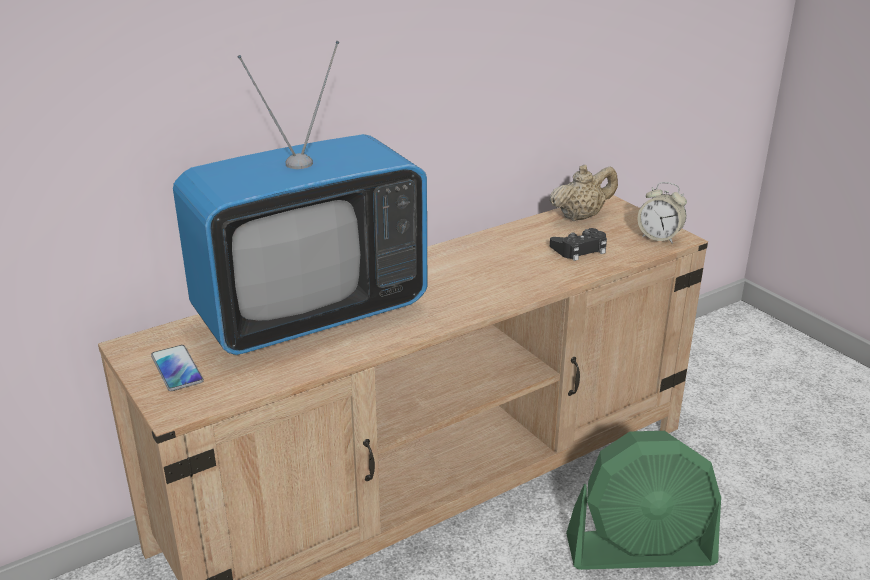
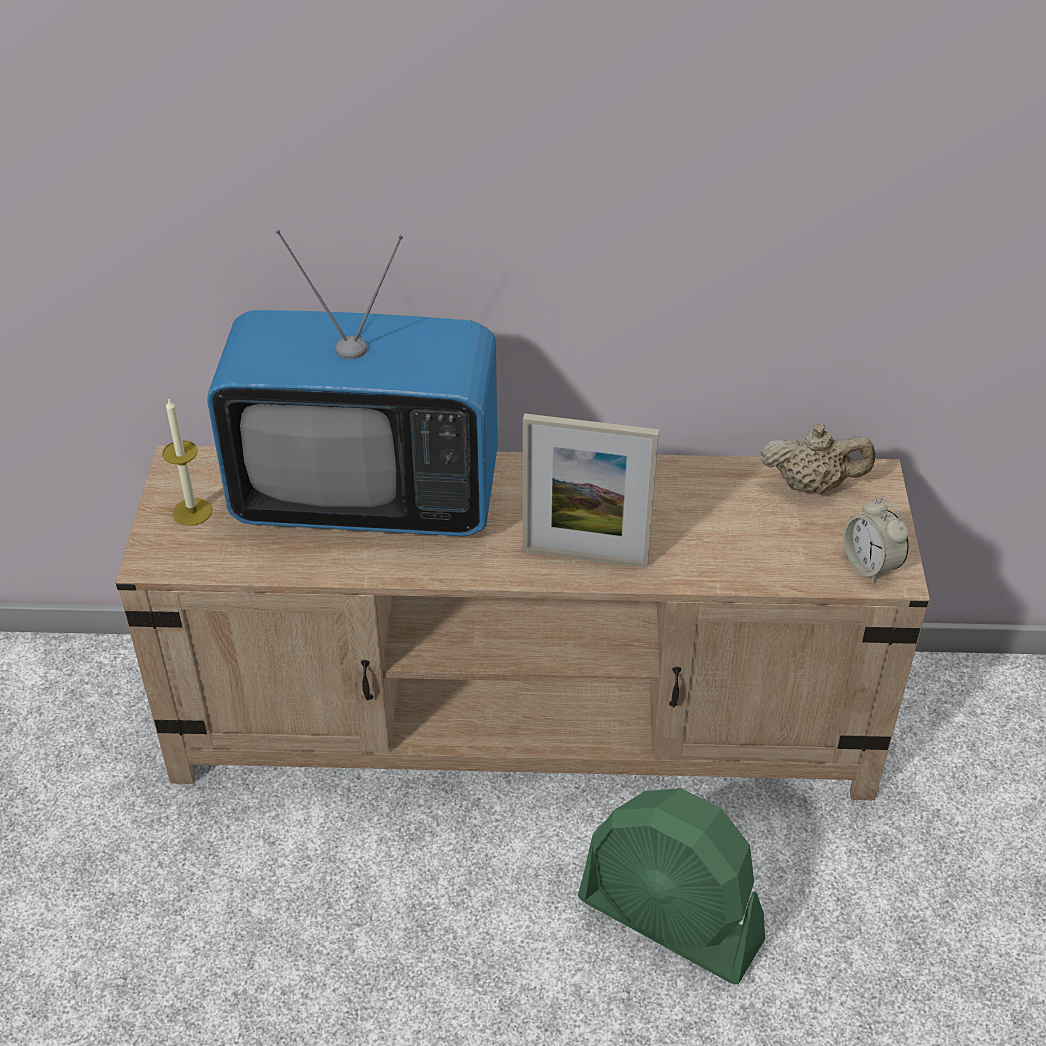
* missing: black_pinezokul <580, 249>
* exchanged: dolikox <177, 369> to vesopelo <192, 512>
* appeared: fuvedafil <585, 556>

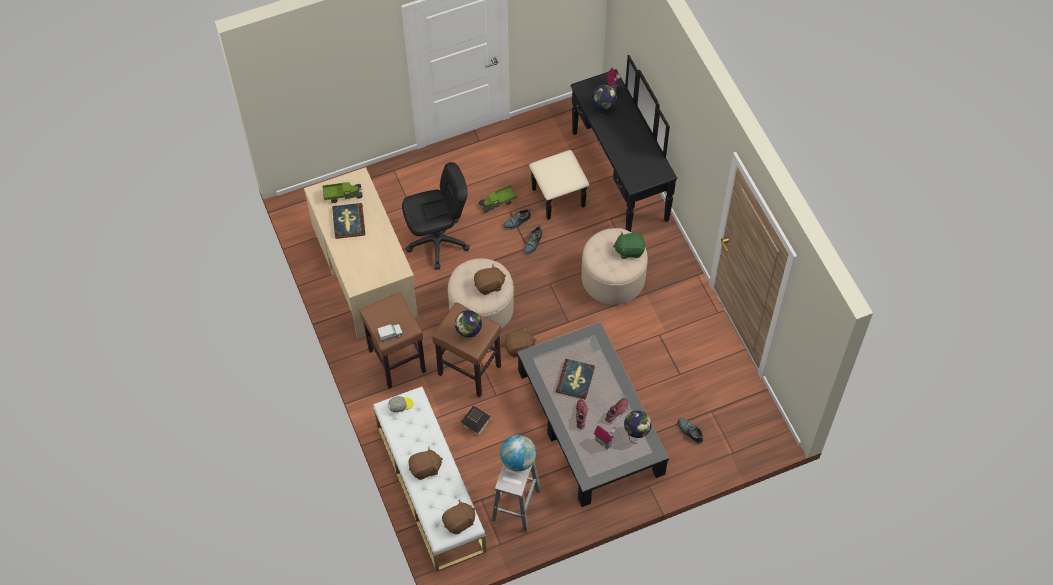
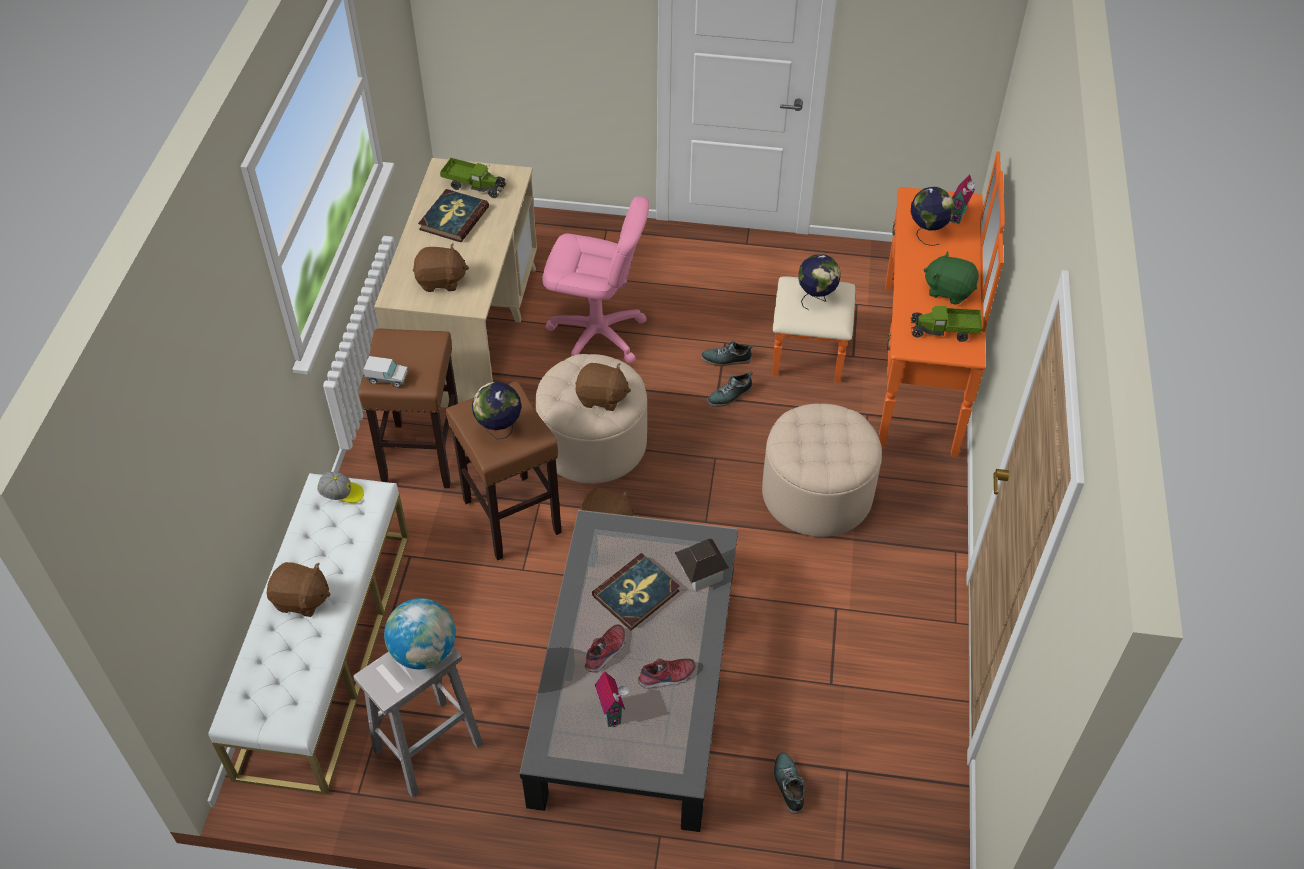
* colour: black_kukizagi <605, 181> to orange_kukizagi <893, 364>
* colour: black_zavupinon <437, 242> to pink_zavupinon <597, 335>
* relocated: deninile <498, 202> to <944, 331>
* relocated: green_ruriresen <629, 250> to <948, 290>
* relocated: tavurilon <476, 424> to <701, 574>
* relocated: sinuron <636, 433> to <816, 299>
* relocated: brown_ruriresen <459, 522> to <441, 281>

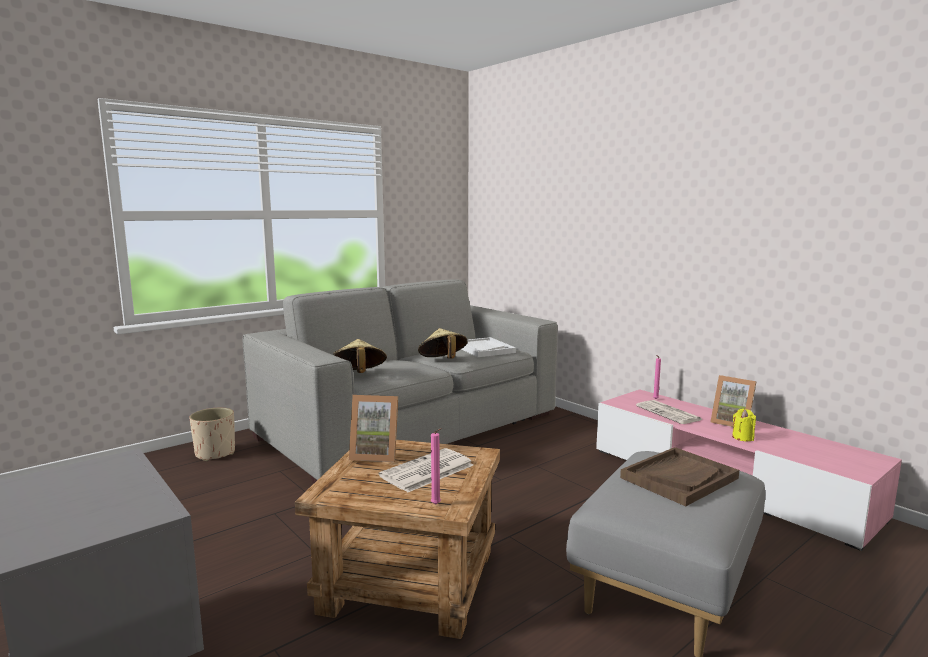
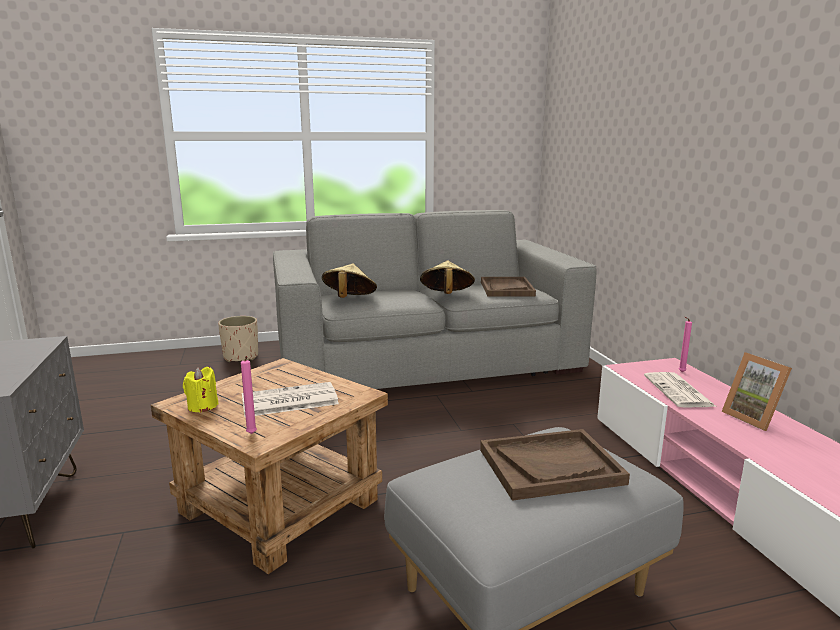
* colour: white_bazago <484, 349> to brown_bazago <506, 289>
* missing: fuvedafil <376, 454>
* relocated: yellow_vesopelo <743, 437> to <202, 406>

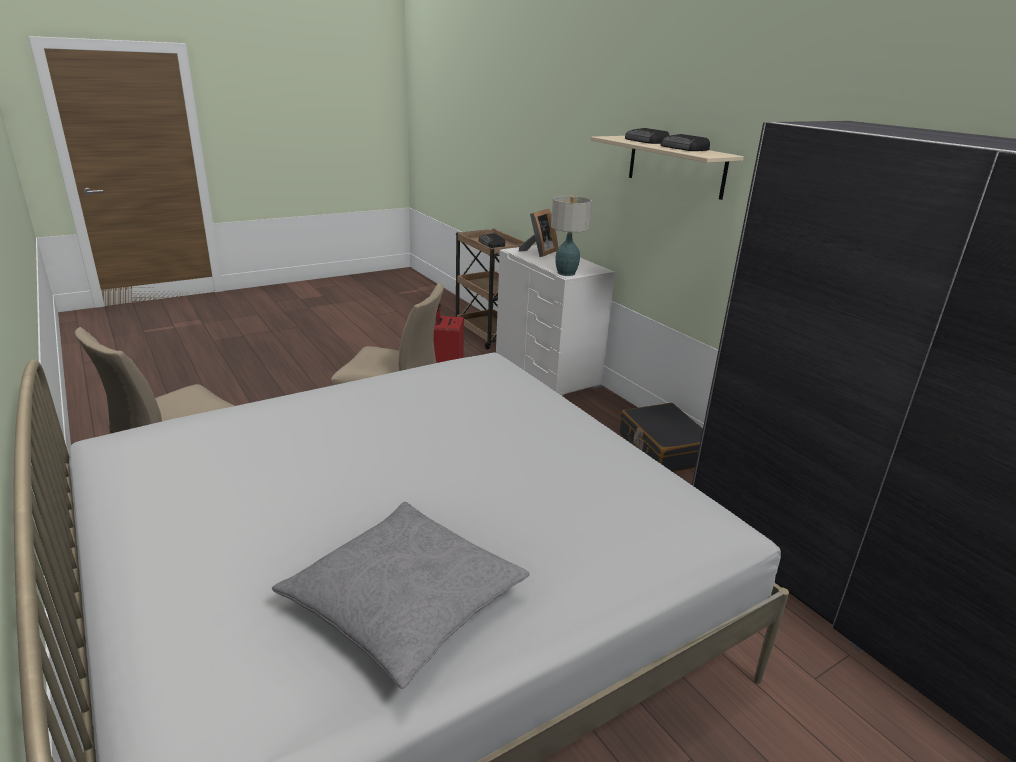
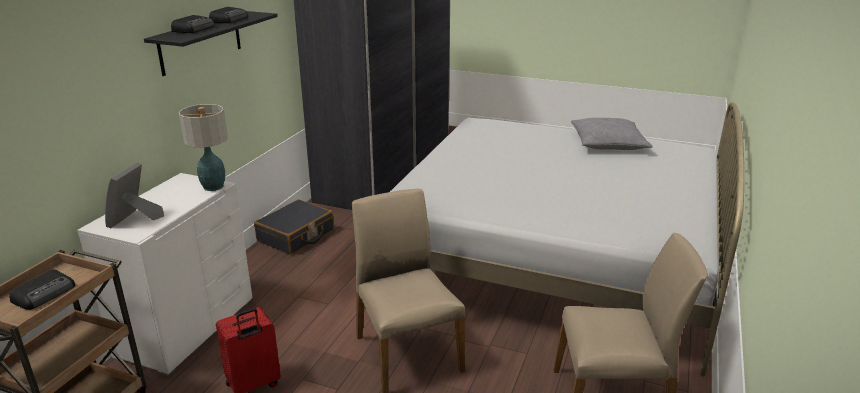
* colour: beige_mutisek <675, 166> to black_mutisek <201, 42>
* spun: fuvedafil <539, 252> = <135, 219> 75 degrees counterclockwise

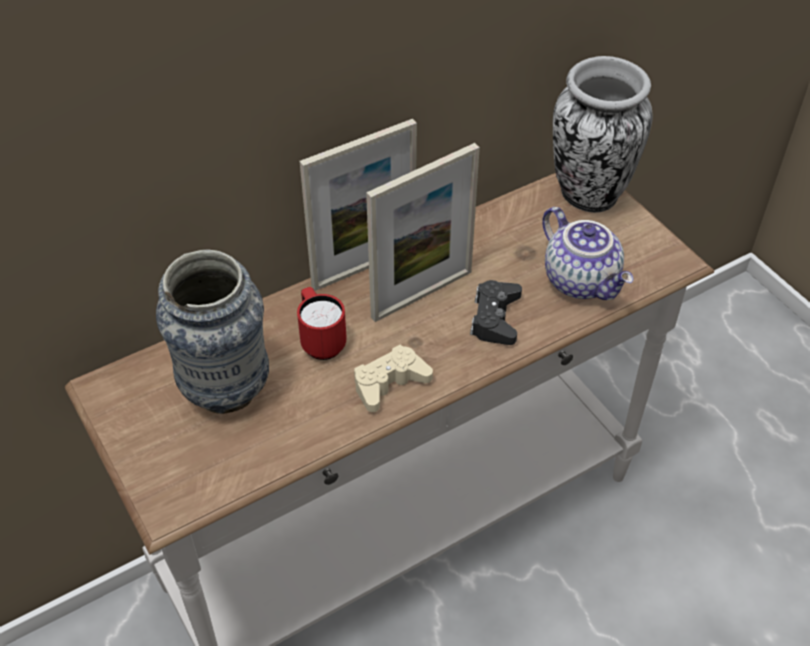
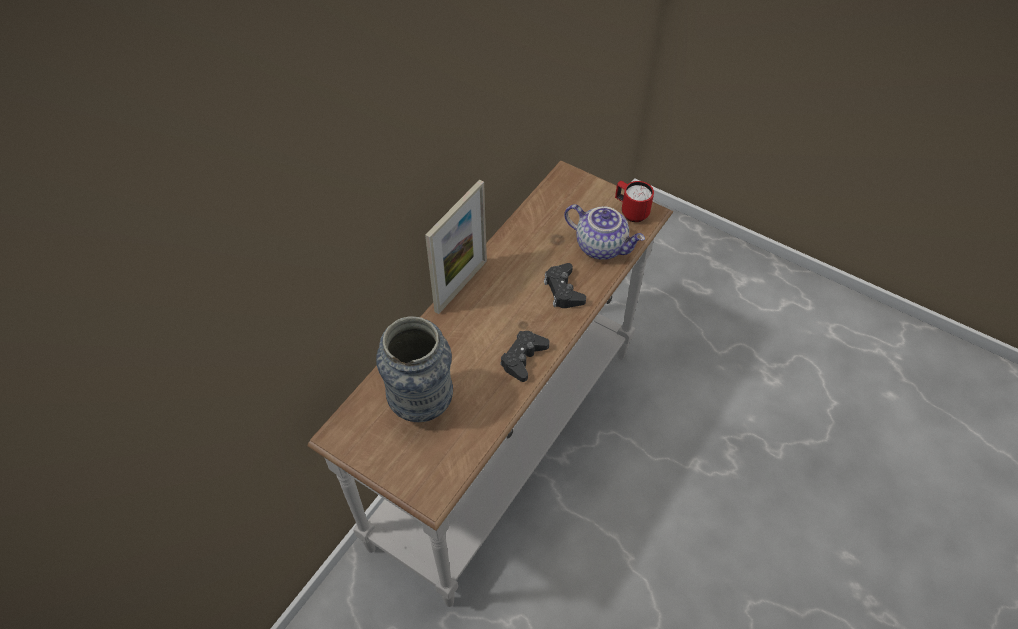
* missing: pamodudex <588, 196>
* missing: fuvedafil <422, 294>
* relocated: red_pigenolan <320, 340> to <630, 212>
* colour: beige_pinezokul <389, 383> to black_pinezokul <523, 358>

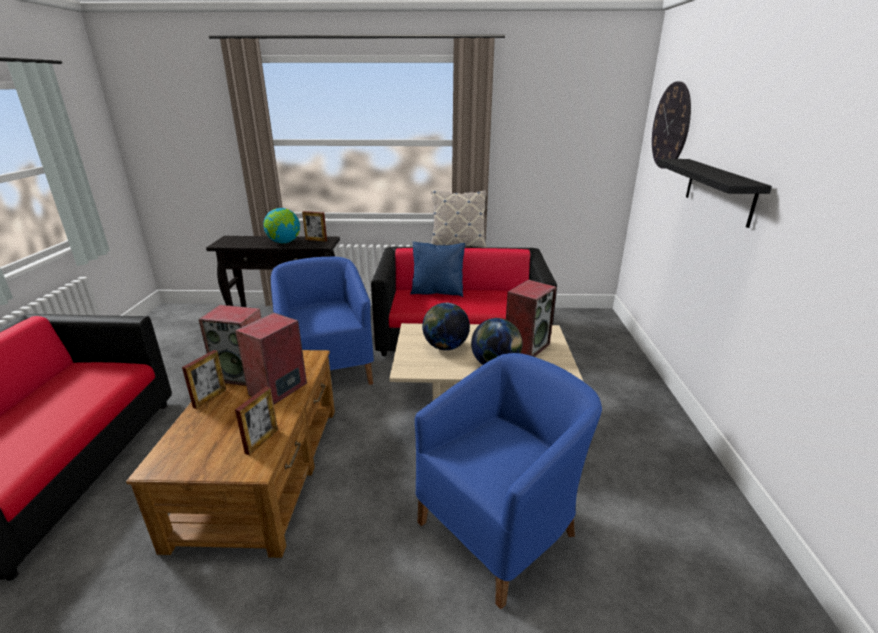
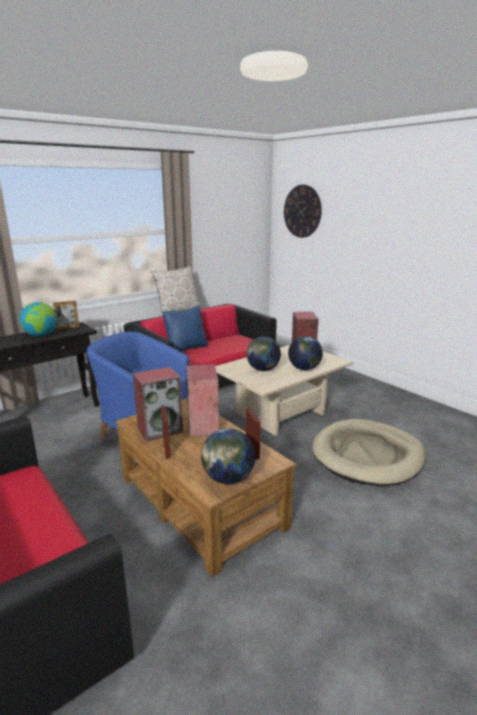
* missing: black_mutisek <719, 190>
* exchanged: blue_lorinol <501, 528> to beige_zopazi <367, 455>
* appeared: sinuron <228, 479>

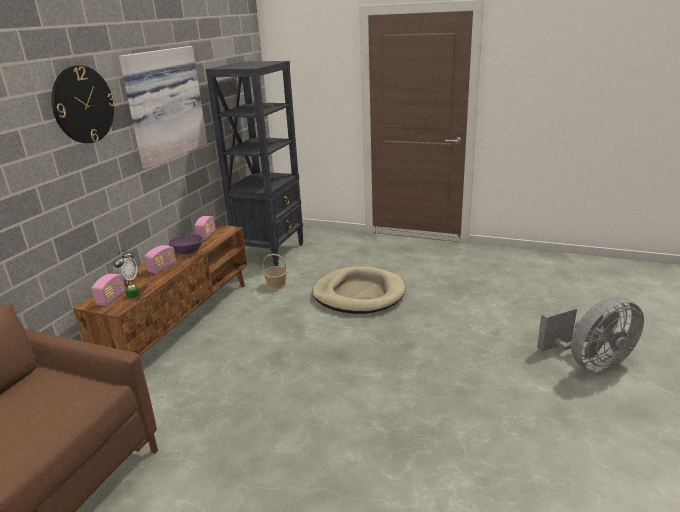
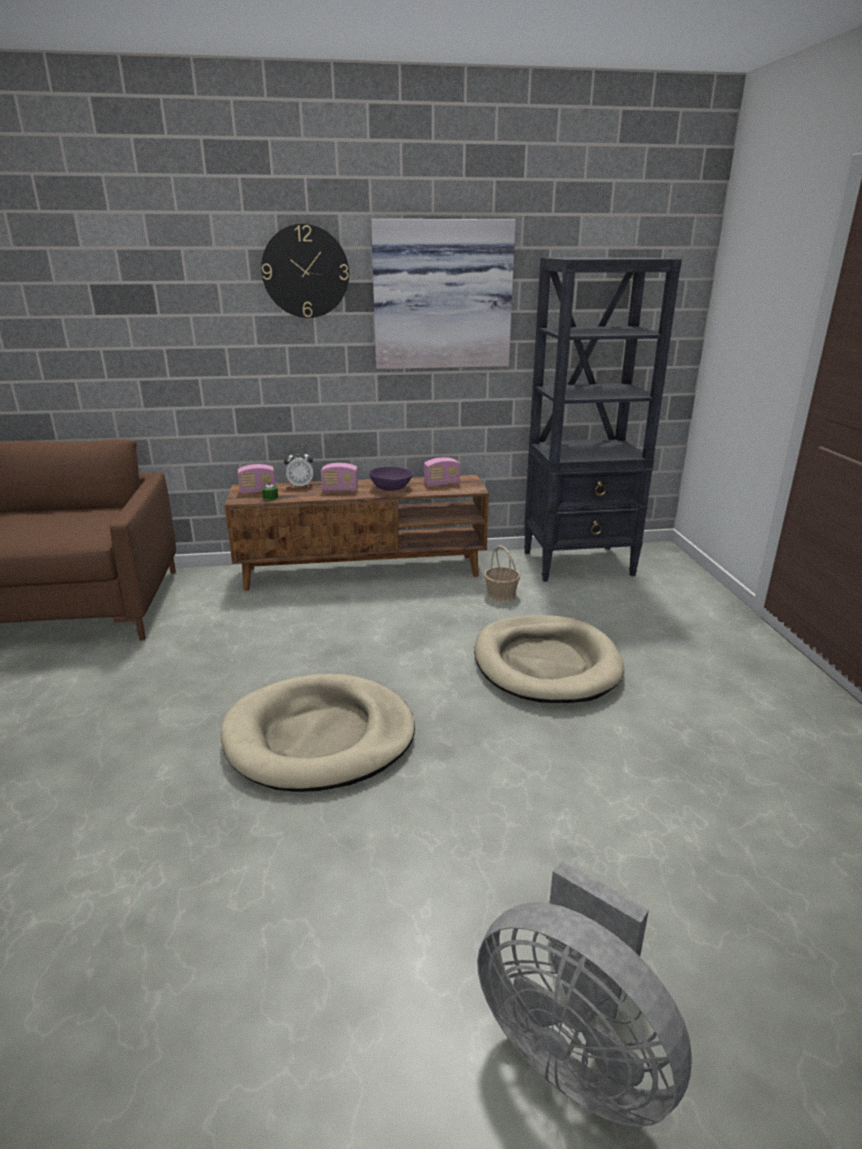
* appeared: beige_zopazi <319, 737>

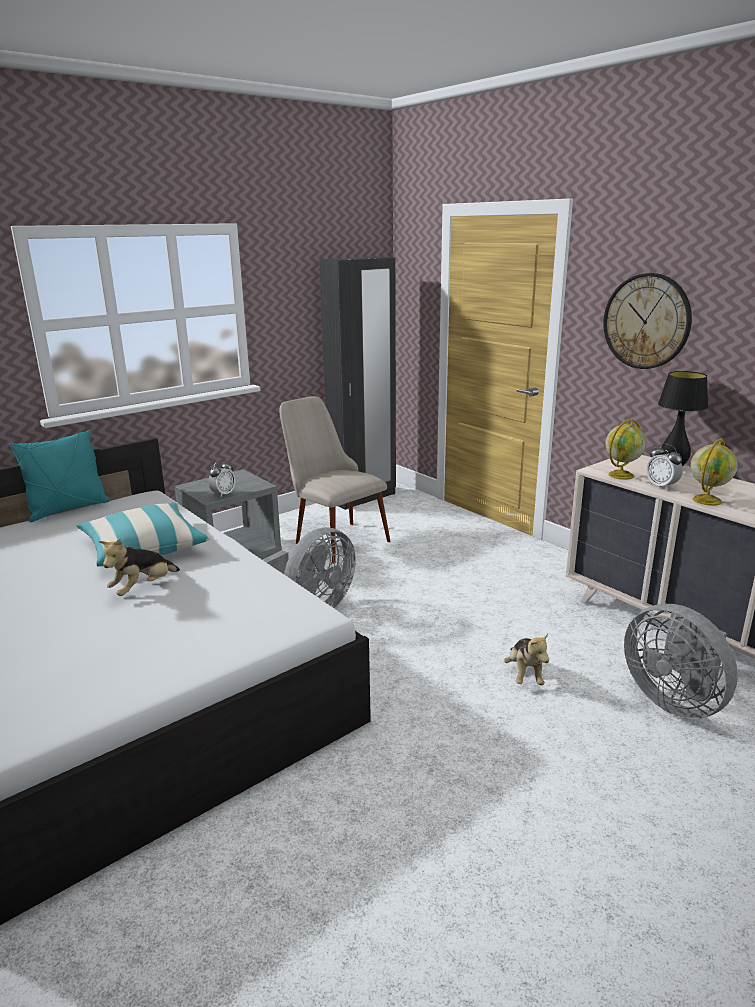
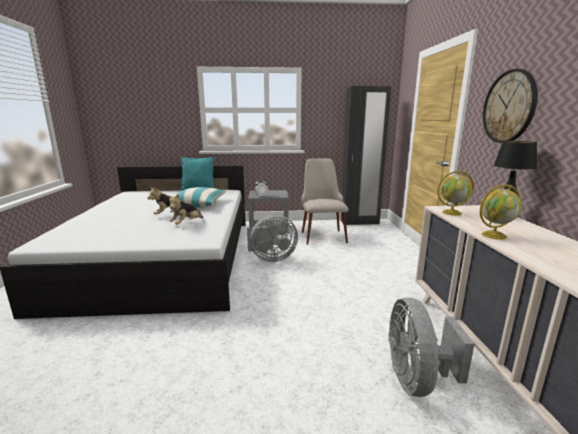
* missing: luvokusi <661, 486>
* relocated: ruriresen <524, 674> to <186, 224>

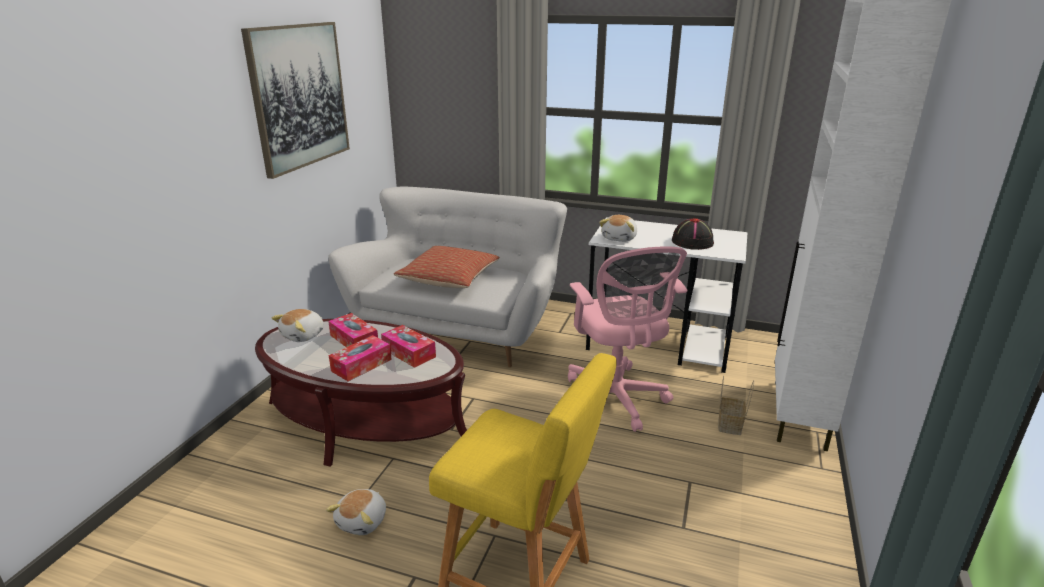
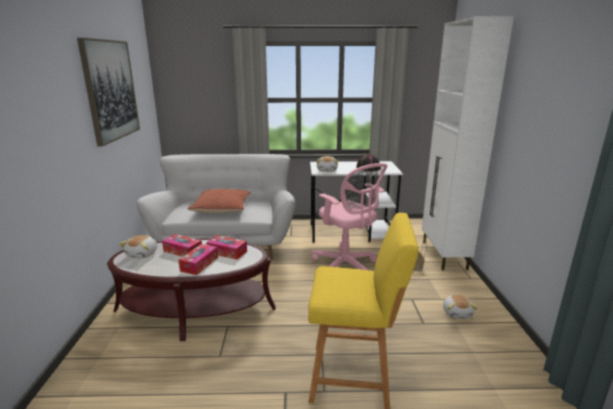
* relocated: ruriresen <363, 521> to <457, 313>

